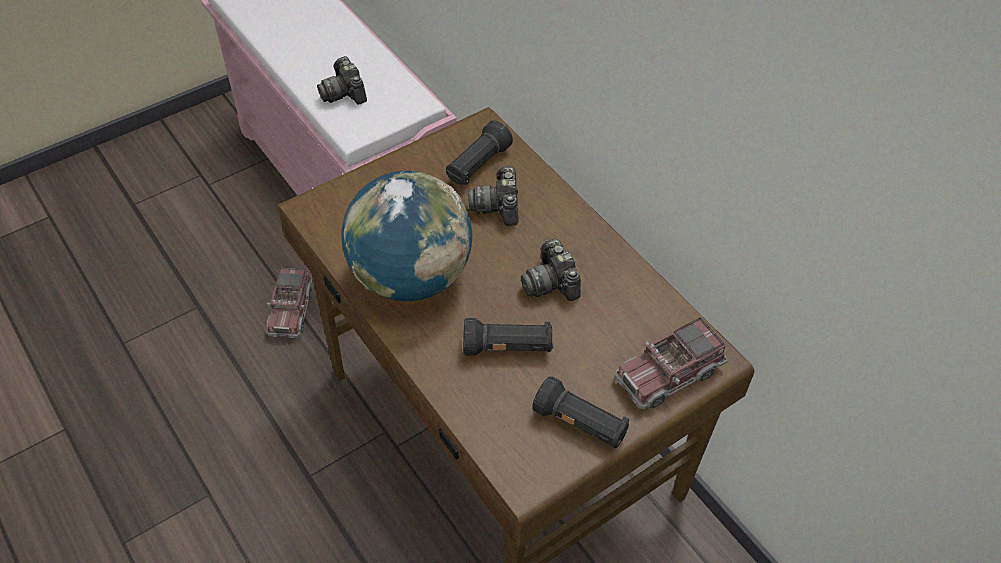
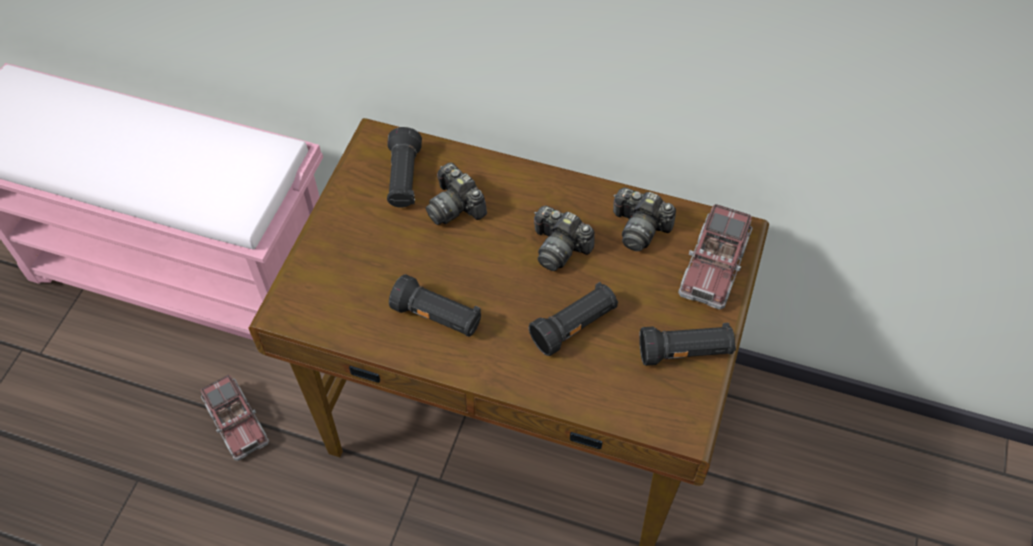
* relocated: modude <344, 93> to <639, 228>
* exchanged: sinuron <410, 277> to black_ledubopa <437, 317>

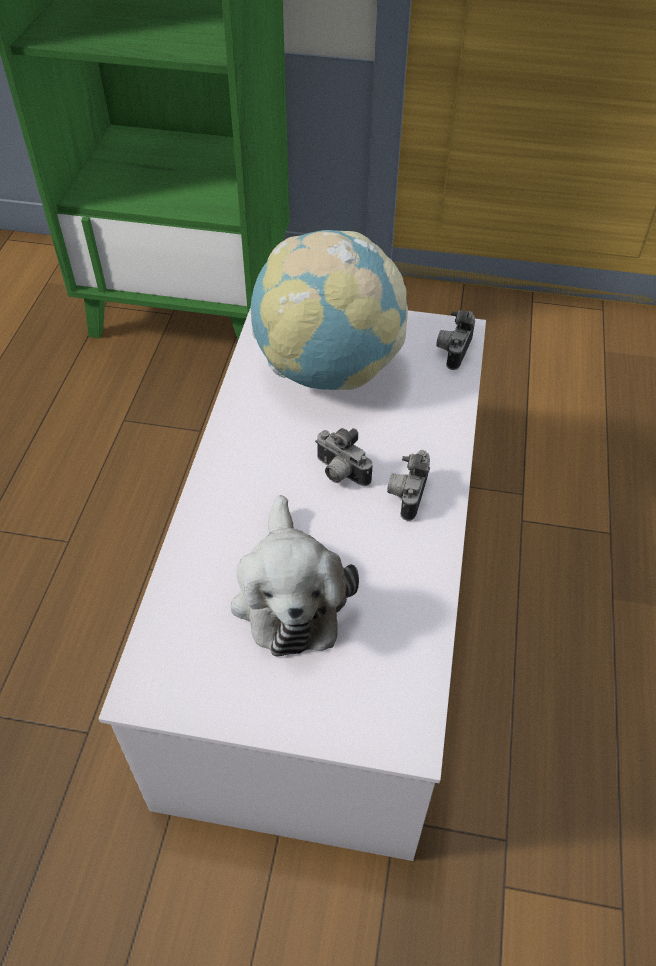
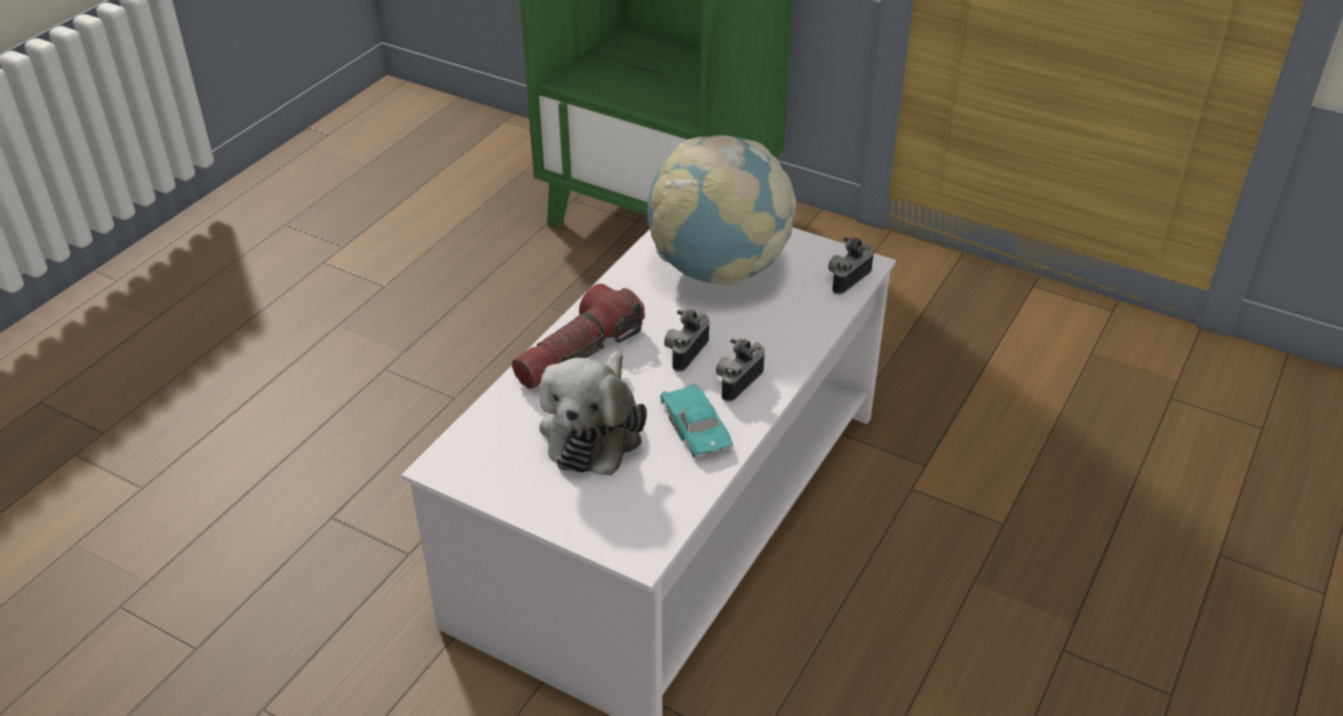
* spun: modude <339, 473> = <685, 353> 60 degrees clockwise
* appeared: ledubopa <579, 353>
* appeared: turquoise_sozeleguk <696, 427>

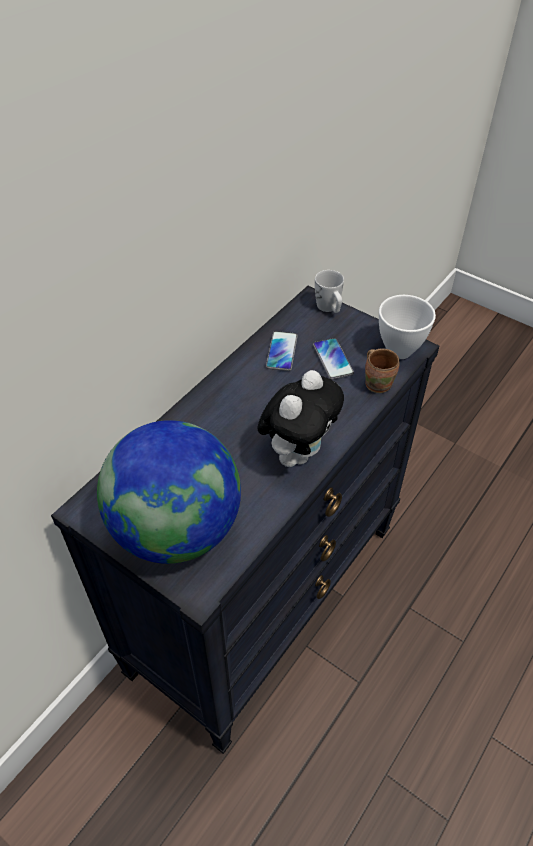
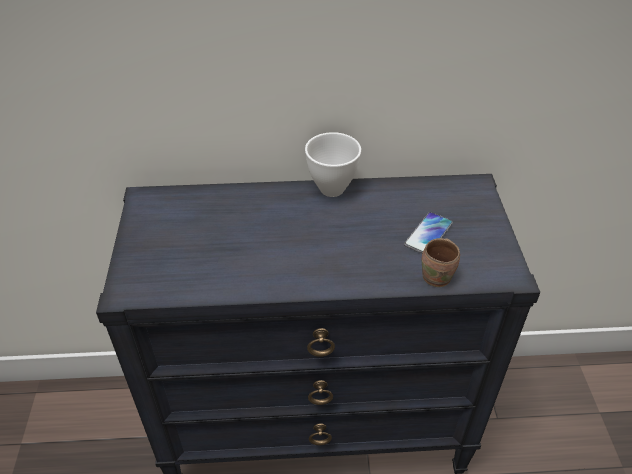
* missing: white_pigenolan <329, 308>
* relocated: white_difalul <398, 350> to <332, 188>
* missing: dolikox <281, 351>
* missing: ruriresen <298, 452>
* missing: sinuron <176, 529>

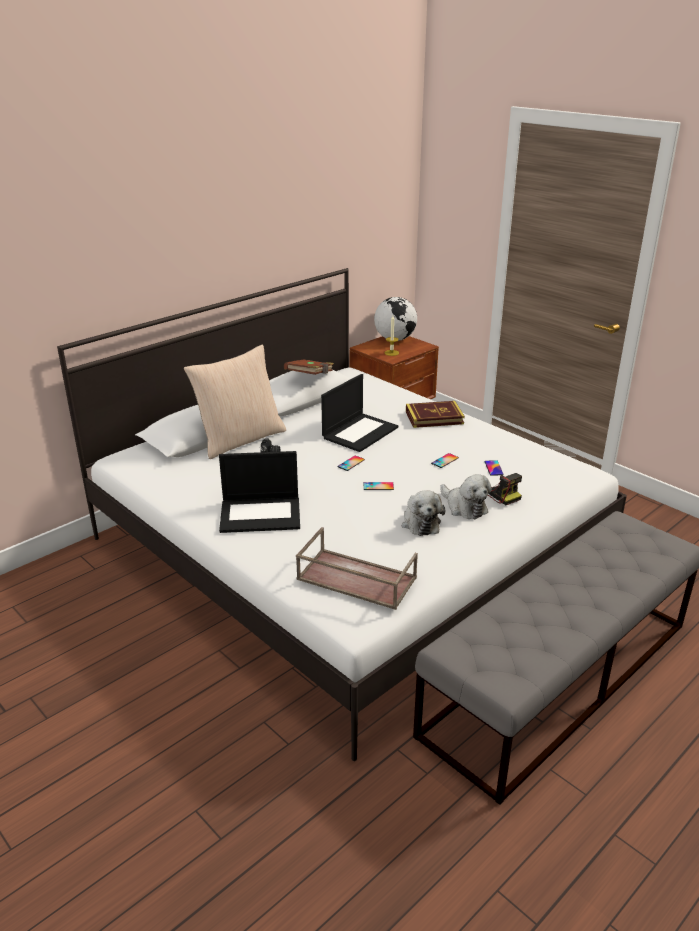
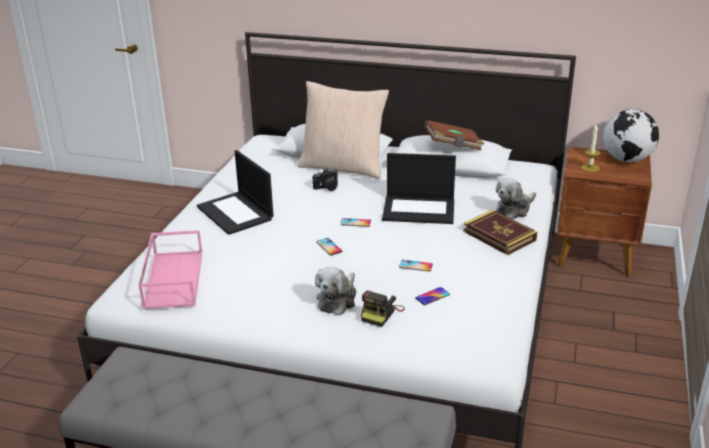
* relocated: ruriresen <420, 522> to <514, 209>
* colour: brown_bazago <355, 579> to pink_bazago <172, 278>

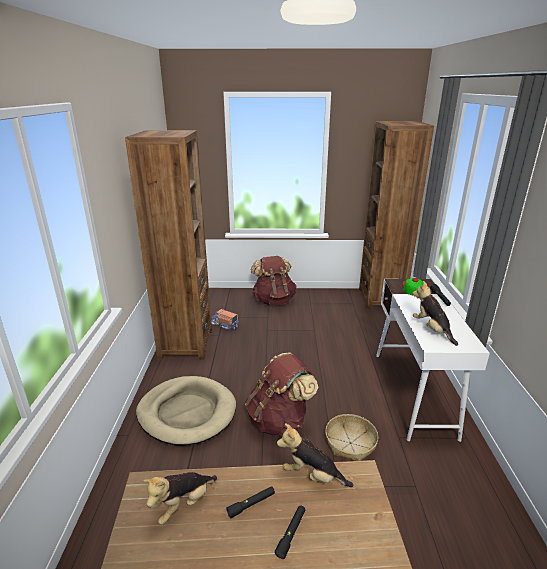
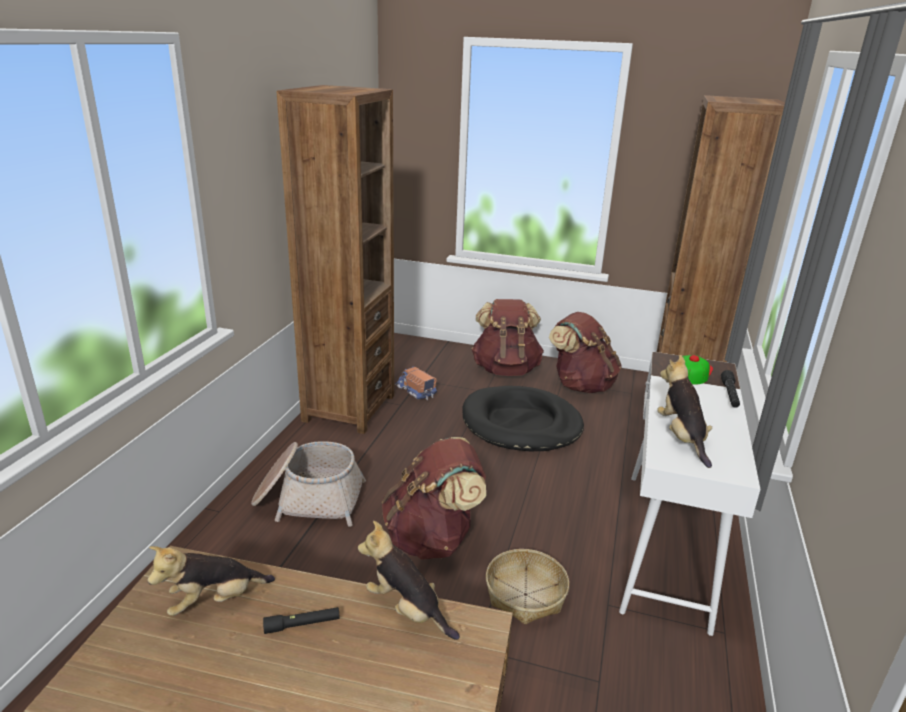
* exchanged: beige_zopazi <187, 412> to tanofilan <308, 499>
* missing: black_ledubopa <291, 533>
* appeared: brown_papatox <581, 385>
* appeared: black_zopazi <521, 424>

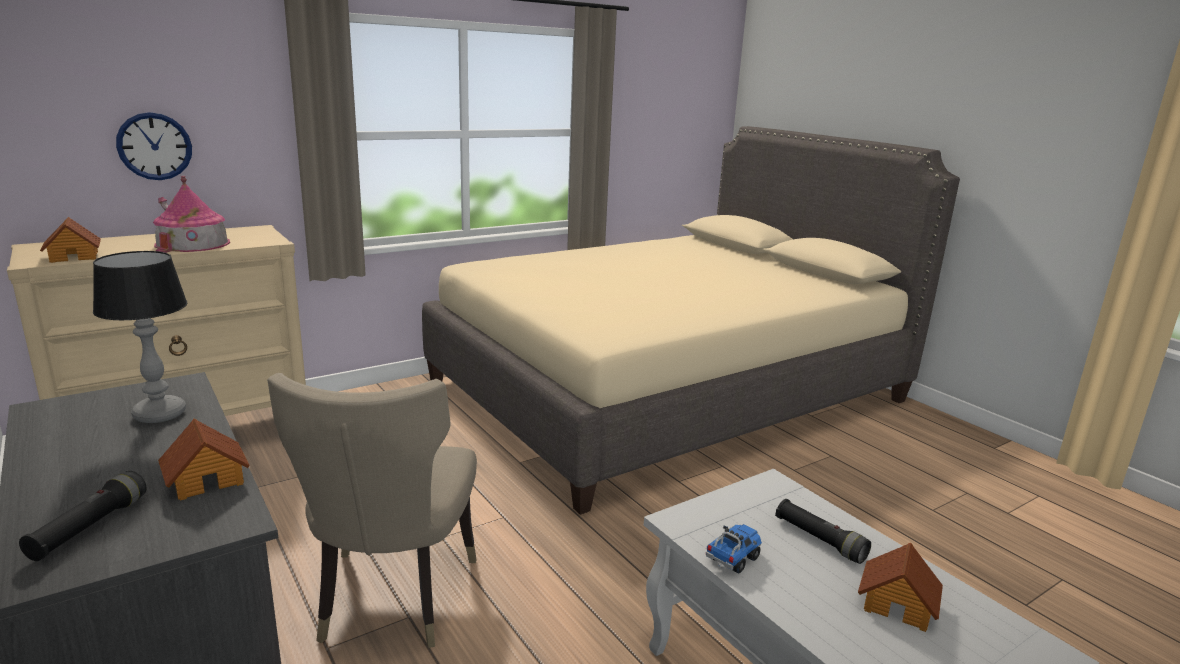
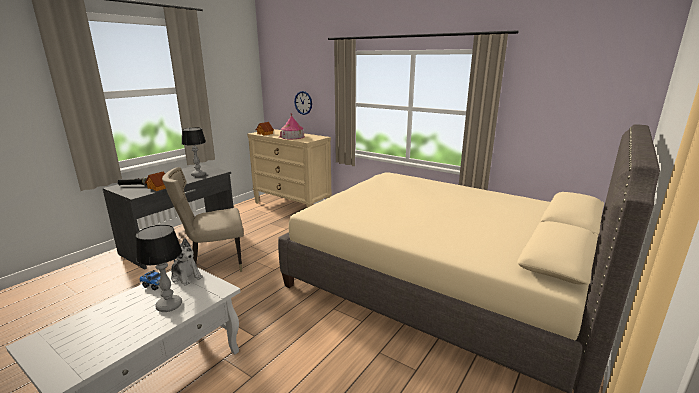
* exchanged: black_ledubopa <819, 540> to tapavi <170, 305>
* missing: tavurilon <898, 604>
* appeared: ruriresen <186, 276>

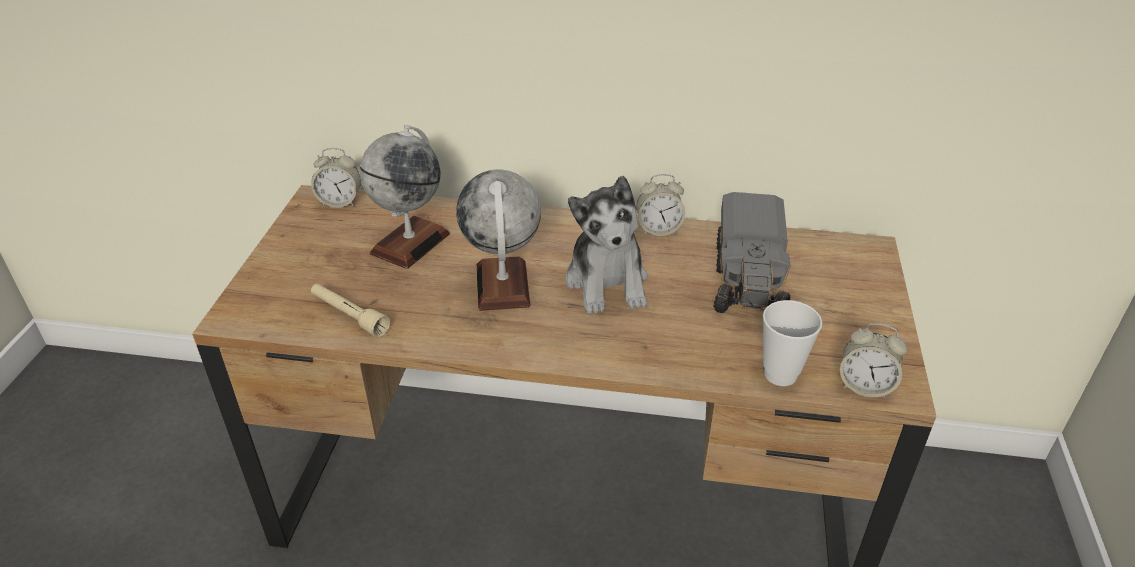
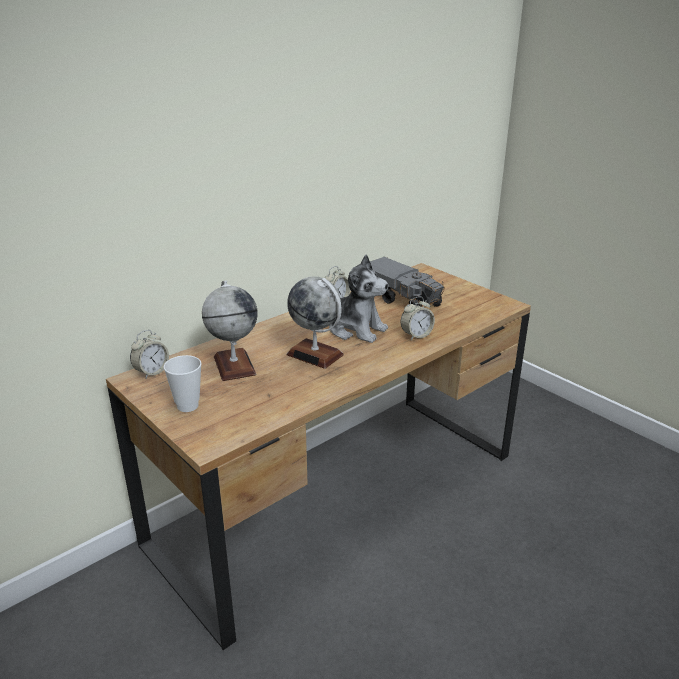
* missing: beige_ledubopa <349, 316>
* relocated: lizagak <780, 374> to <187, 406>
* relocated: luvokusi <865, 386> to <416, 335>

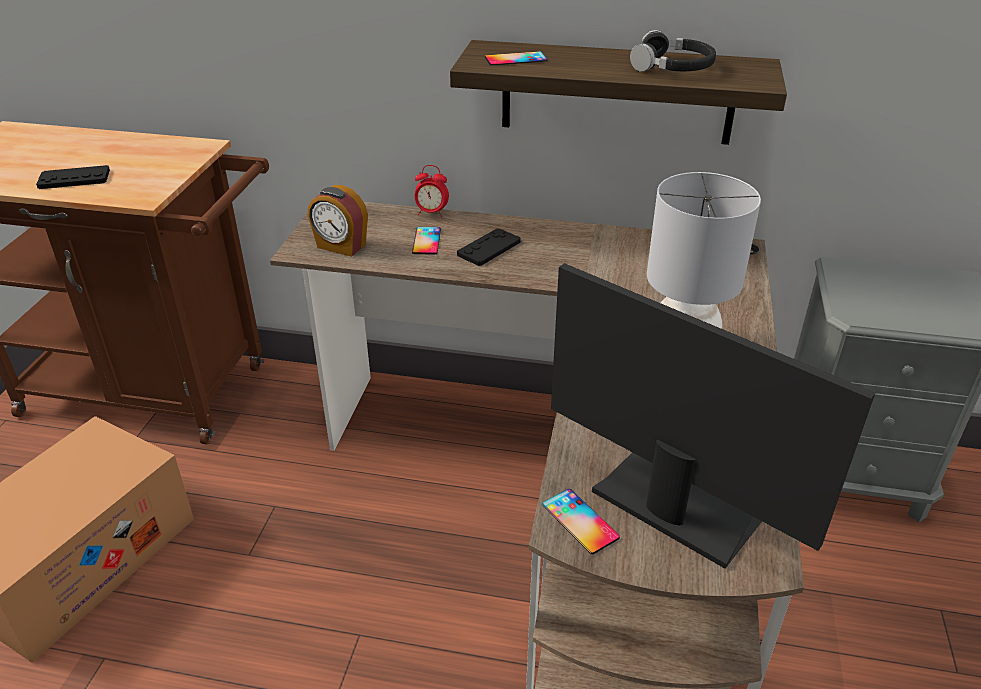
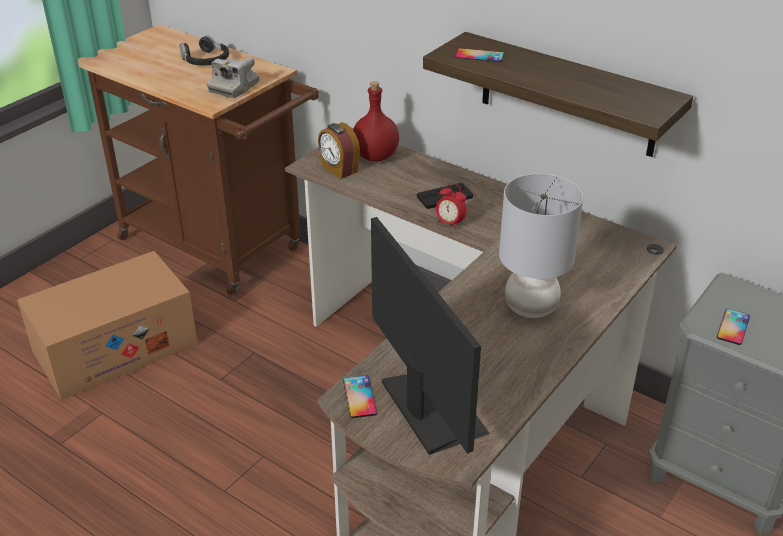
* relocated: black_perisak <673, 67> to <205, 60>
* missing: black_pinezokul <74, 179>
* relocated: luvokusi <431, 213> to <450, 223>
* relocated: dolikox <426, 241> to <733, 327>
* appeared: modude <234, 87>
* appeared: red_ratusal <375, 156>

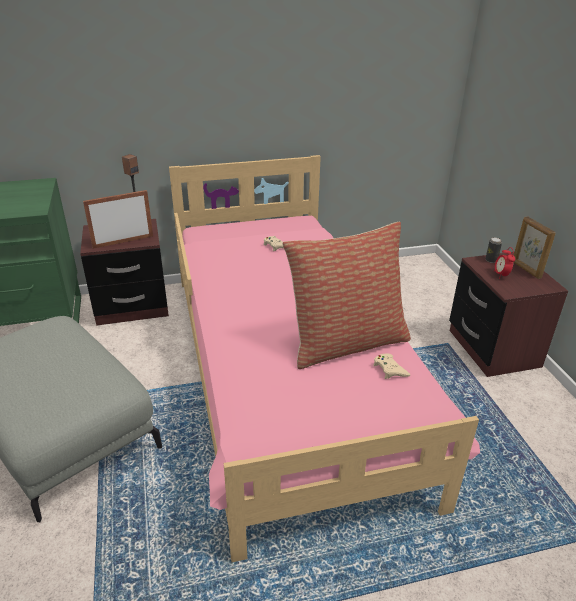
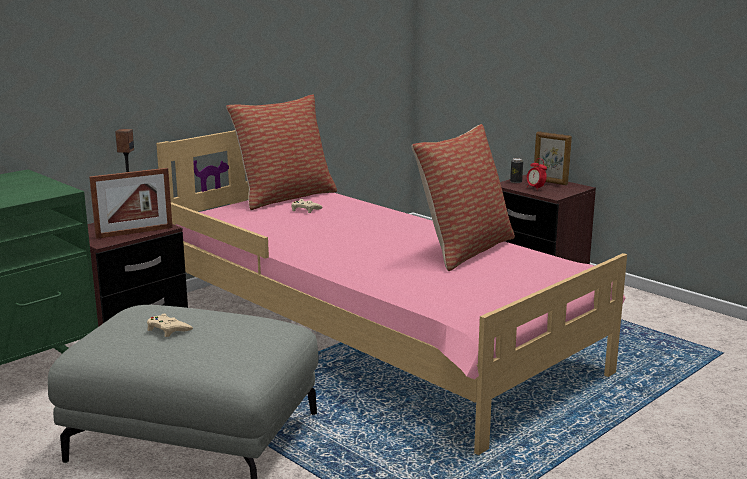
* spun: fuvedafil <123, 241> = <134, 232> 150 degrees counterclockwise
* relocated: beige_pinezokul <389, 369> to <168, 330>
* appeared: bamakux <285, 197>

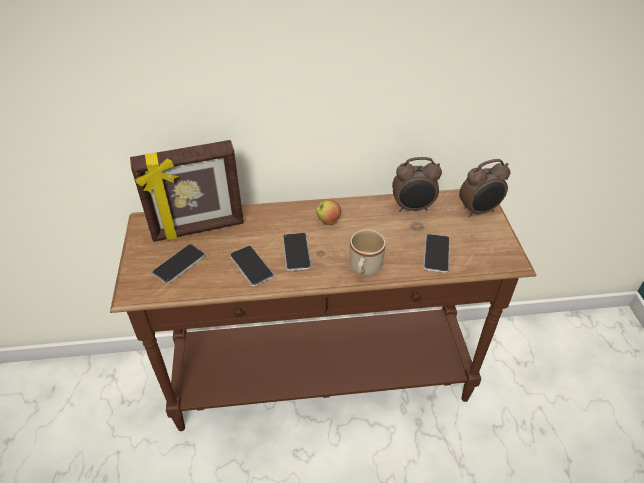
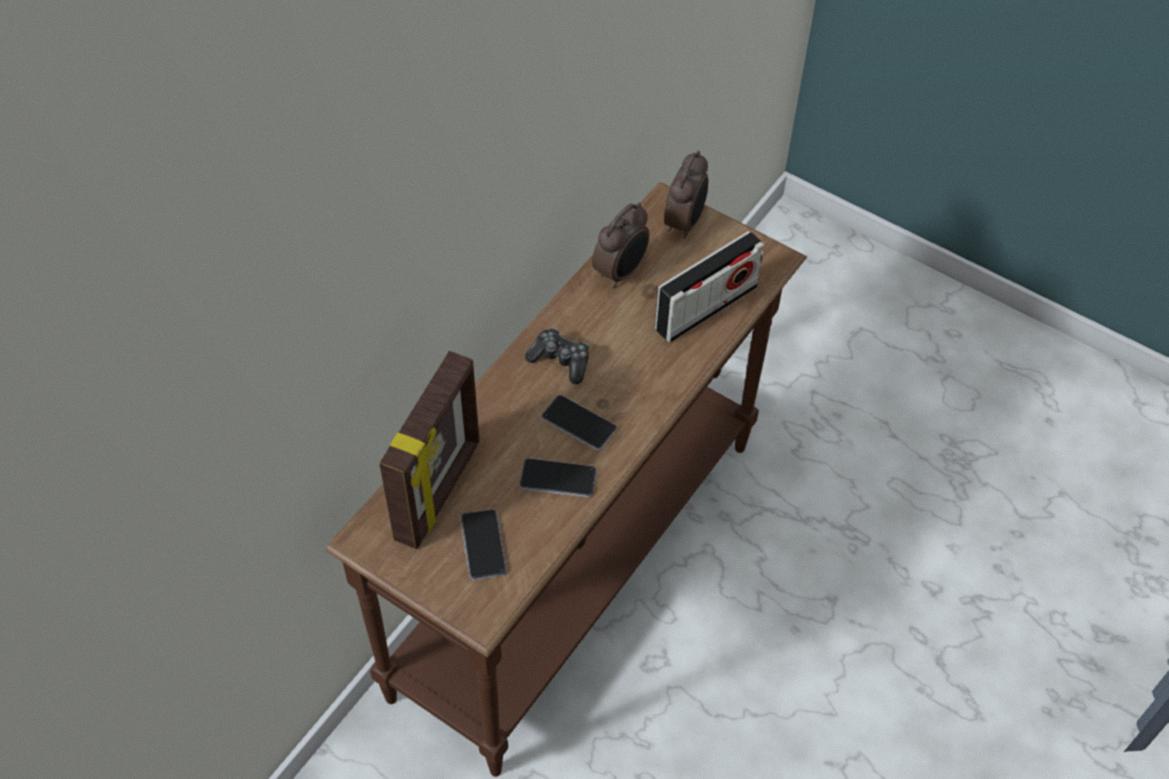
* exchanged: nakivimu <328, 221> to pinezokul <560, 360>
* missing: beige_pigenolan <364, 269>
* exchanged: dolikox <436, 254> to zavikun <706, 308>

